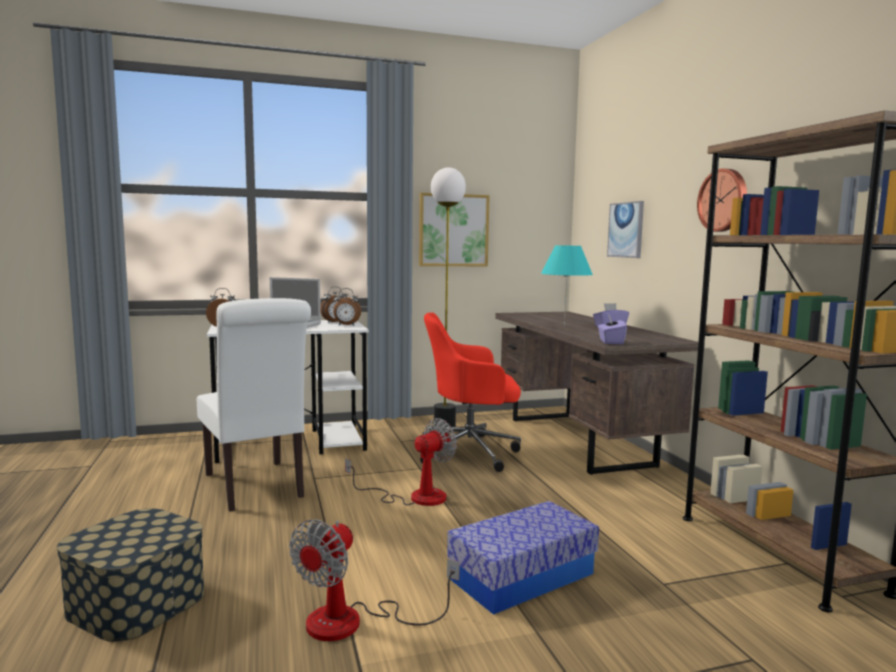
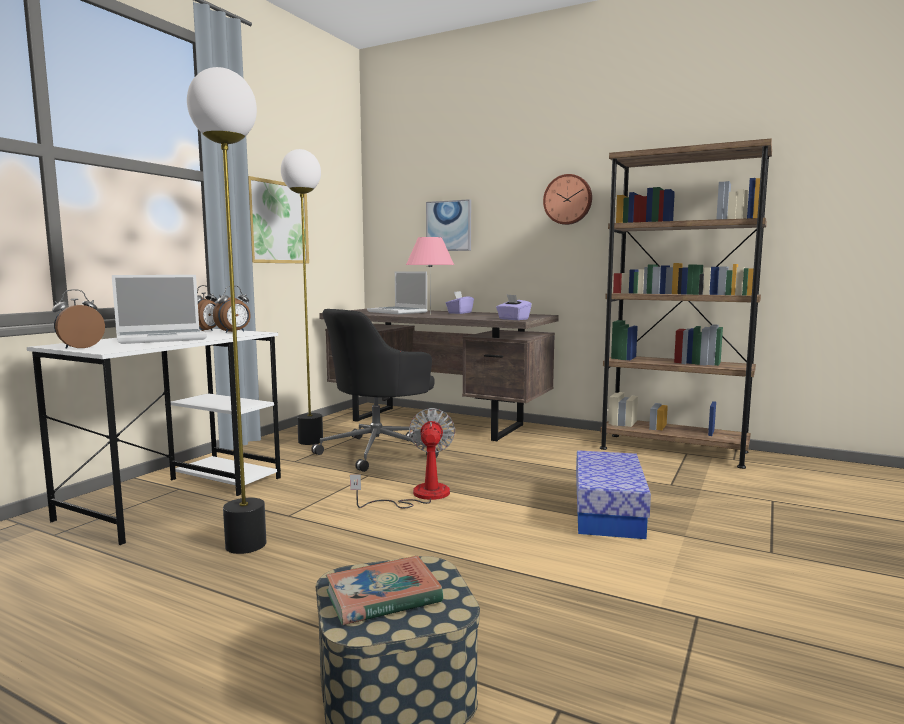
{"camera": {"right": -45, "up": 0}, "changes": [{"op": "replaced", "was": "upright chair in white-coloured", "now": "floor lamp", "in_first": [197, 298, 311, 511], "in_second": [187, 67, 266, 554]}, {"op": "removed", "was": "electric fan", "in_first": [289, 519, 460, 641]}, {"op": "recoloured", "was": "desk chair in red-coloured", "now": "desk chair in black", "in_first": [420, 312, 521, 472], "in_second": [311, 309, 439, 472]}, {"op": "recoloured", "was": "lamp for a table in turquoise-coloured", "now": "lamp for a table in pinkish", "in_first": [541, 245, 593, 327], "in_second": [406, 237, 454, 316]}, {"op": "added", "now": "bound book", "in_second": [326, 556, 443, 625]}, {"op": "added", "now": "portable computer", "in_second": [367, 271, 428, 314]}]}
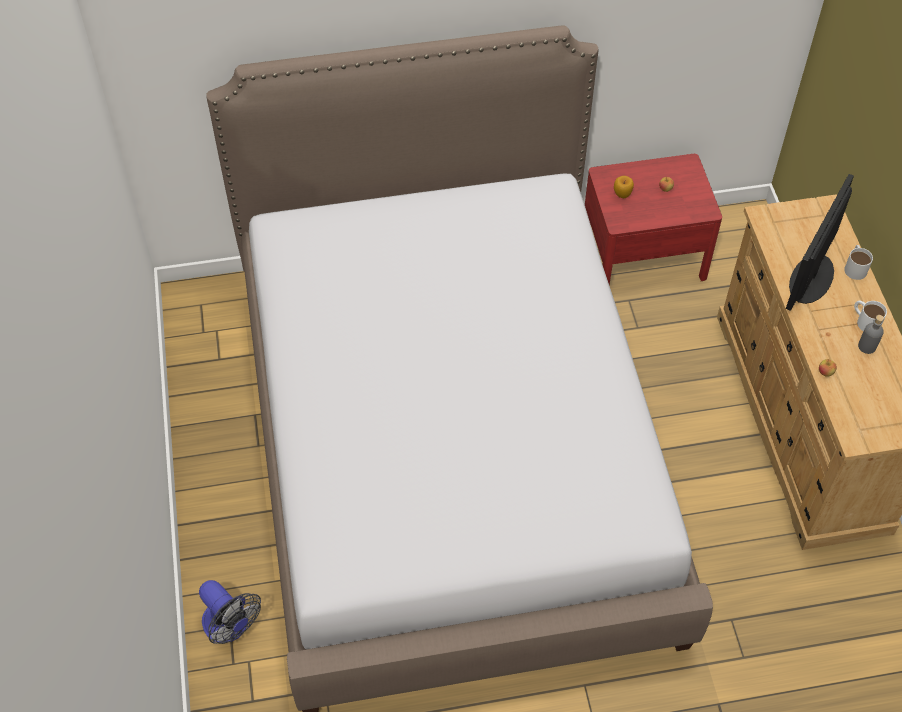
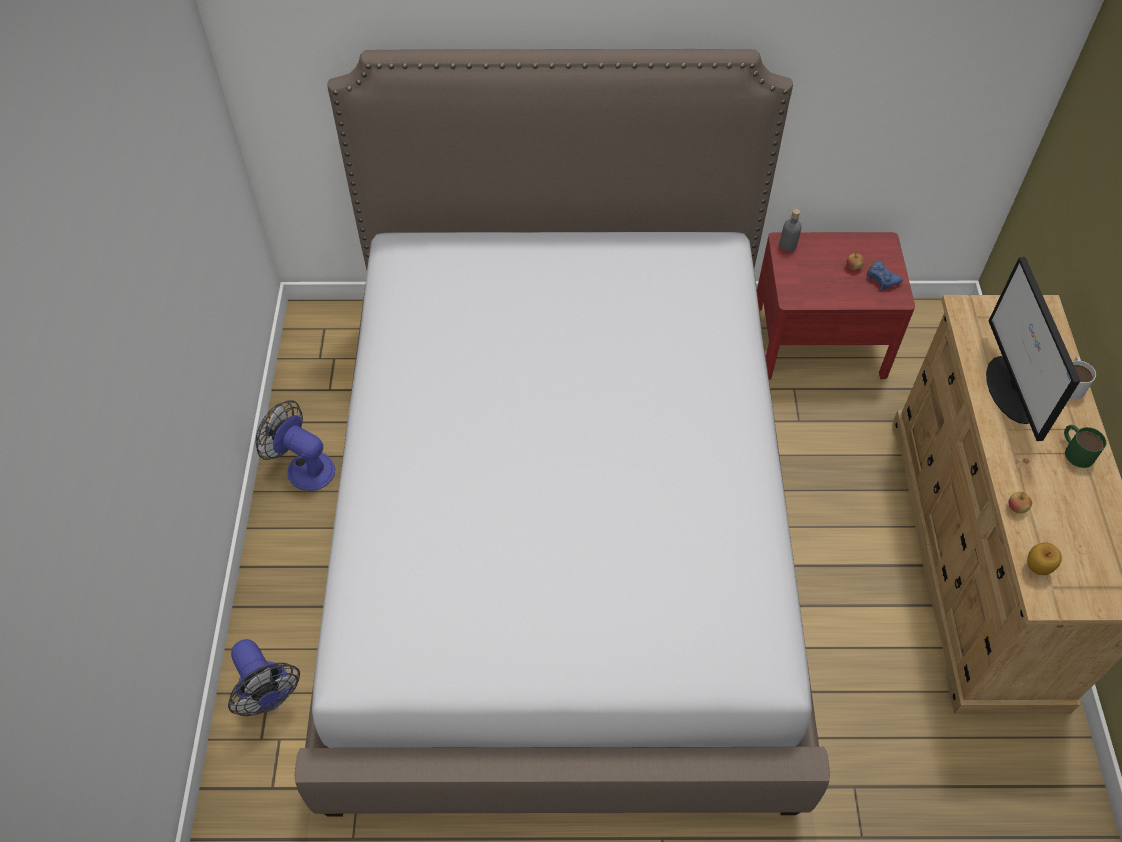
{"camera": {"right": 10, "up": 0}, "changes": [{"op": "moved", "was": "apple", "in_first": [614, 176, 634, 198], "in_second": [1027, 543, 1062, 575]}, {"op": "turned", "was": "monitor", "in_first": [786, 174, 854, 311], "in_second": [986, 257, 1081, 441], "clockwise": -45}, {"op": "recoloured", "was": "mug in white-coloured", "now": "mug in green", "in_first": [854, 300, 887, 331], "in_second": [1064, 425, 1106, 468]}, {"op": "moved", "was": "beverage bottle in greyish", "in_first": [858, 315, 884, 354], "in_second": [779, 209, 802, 252]}, {"op": "added", "now": "electric fan", "in_second": [256, 400, 335, 491]}, {"op": "added", "now": "game controller in blue", "in_second": [867, 261, 903, 290]}]}
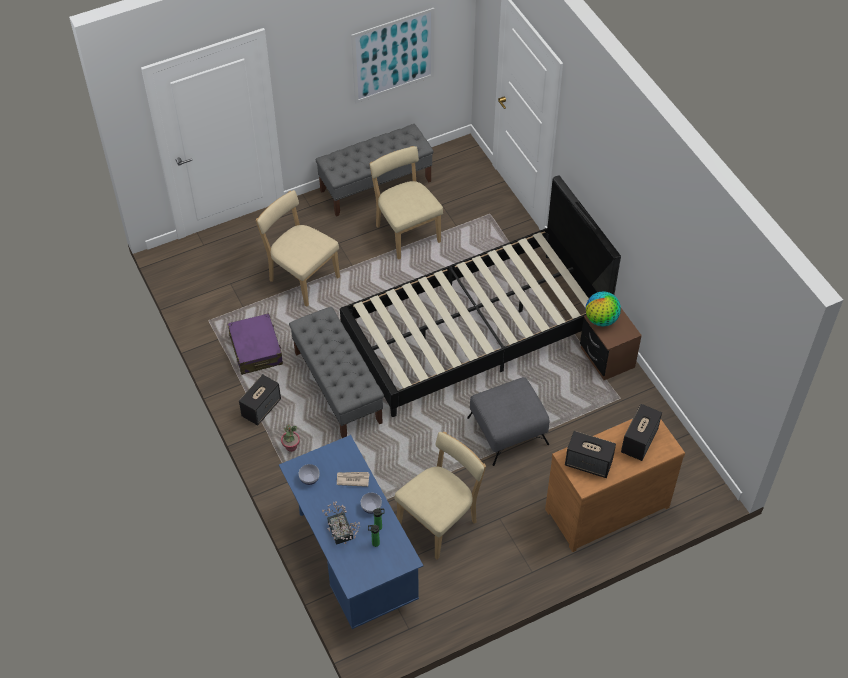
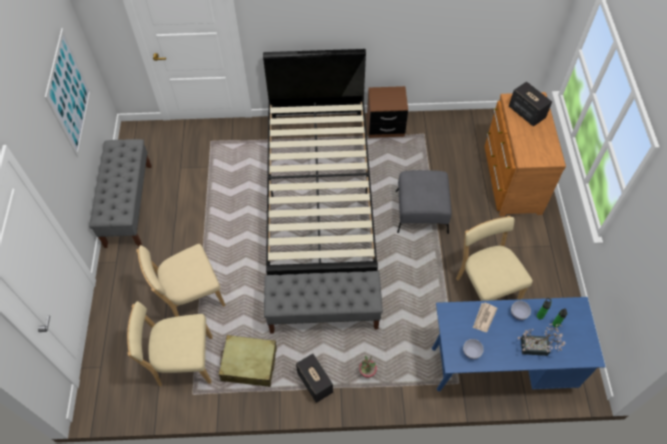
{"camera": {"right": -65, "up": 5}, "changes": [{"op": "recoloured", "was": "travel case in purplish", "now": "travel case in beige", "in_first": [227, 313, 283, 375], "in_second": [219, 335, 277, 387]}, {"op": "moved", "was": "upright chair in beige", "in_first": [369, 146, 443, 260], "in_second": [127, 301, 212, 386]}, {"op": "removed", "was": "loudspeaker", "in_first": [565, 431, 616, 478]}, {"op": "removed", "was": "globe", "in_first": [586, 291, 621, 326]}]}
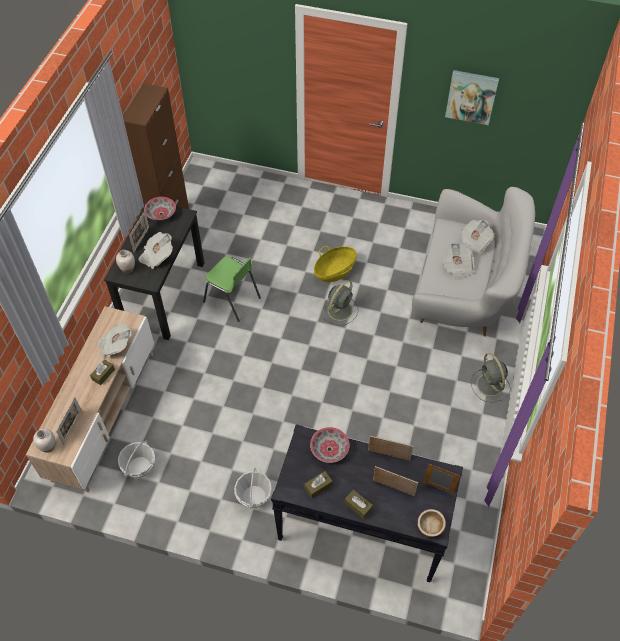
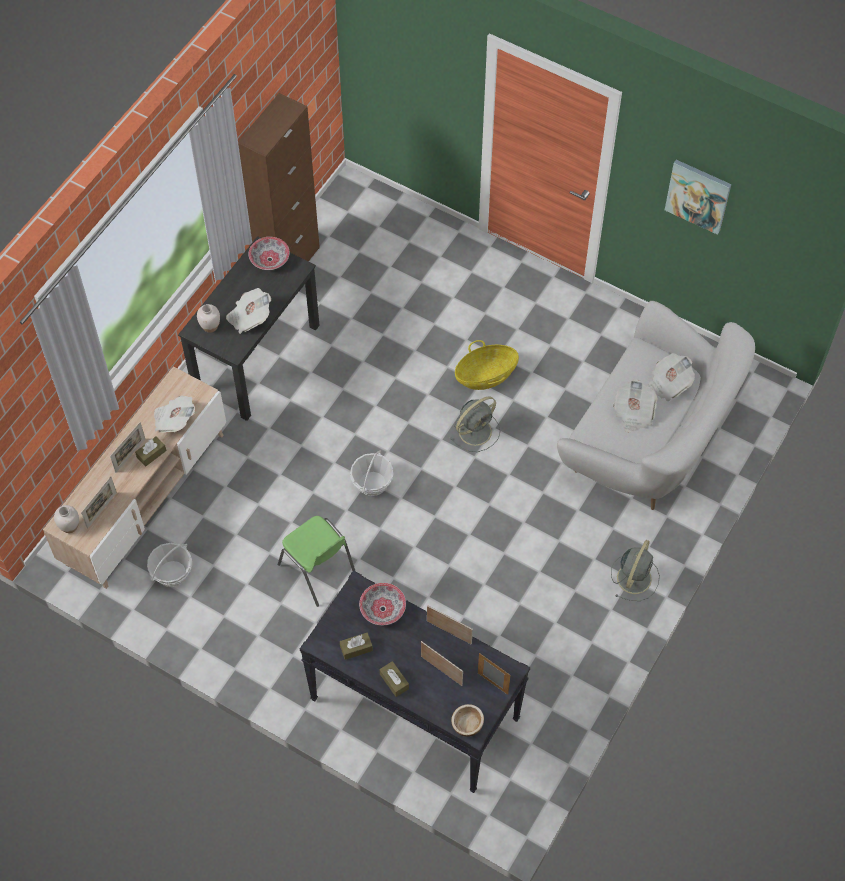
{"camera": {"right": 15, "up": 5}, "changes": [{"op": "moved", "was": "standing frame", "in_first": [129, 211, 149, 252], "in_second": [110, 422, 145, 473]}, {"op": "moved", "was": "upright chair in green", "in_first": [203, 257, 261, 322], "in_second": [278, 516, 355, 607]}, {"op": "moved", "was": "storage basket", "in_first": [234, 468, 272, 509], "in_second": [350, 450, 393, 496]}, {"op": "turned", "was": "electric fan in greyish", "in_first": [471, 353, 511, 403], "in_second": [611, 540, 660, 601], "clockwise": -150}]}
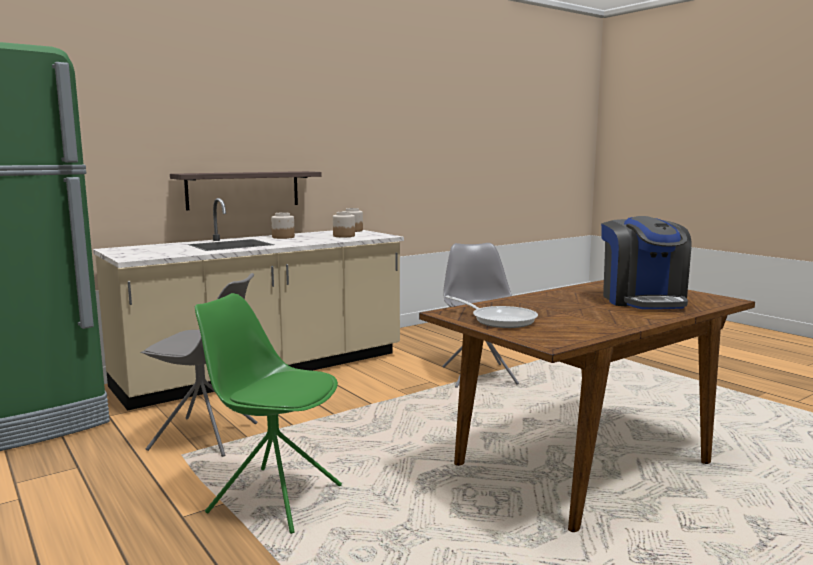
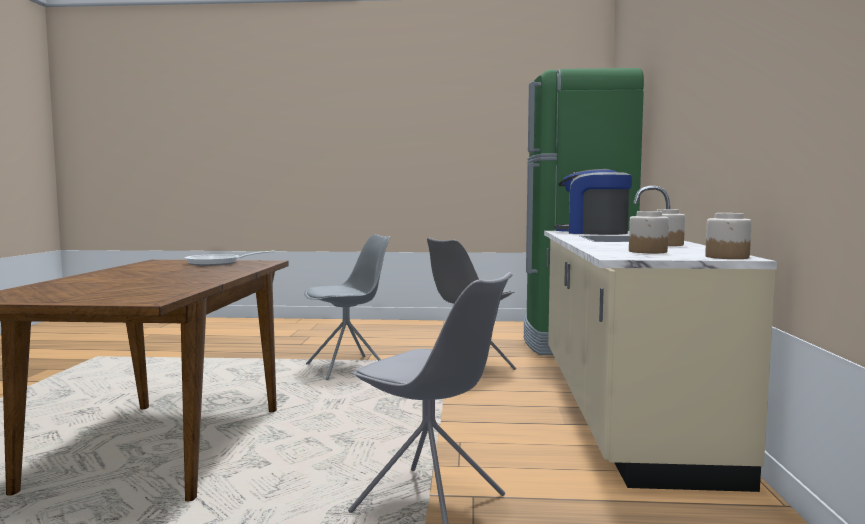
{"camera": {"right": 130, "up": -5}, "changes": [{"op": "removed", "was": "wall shelf", "in_first": [170, 171, 322, 210]}, {"op": "recoloured", "was": "upright chair in green", "now": "upright chair in greyish", "in_first": [195, 293, 342, 534], "in_second": [304, 234, 391, 380]}, {"op": "moved", "was": "coffee brewer", "in_first": [601, 216, 691, 309], "in_second": [554, 169, 632, 235]}]}
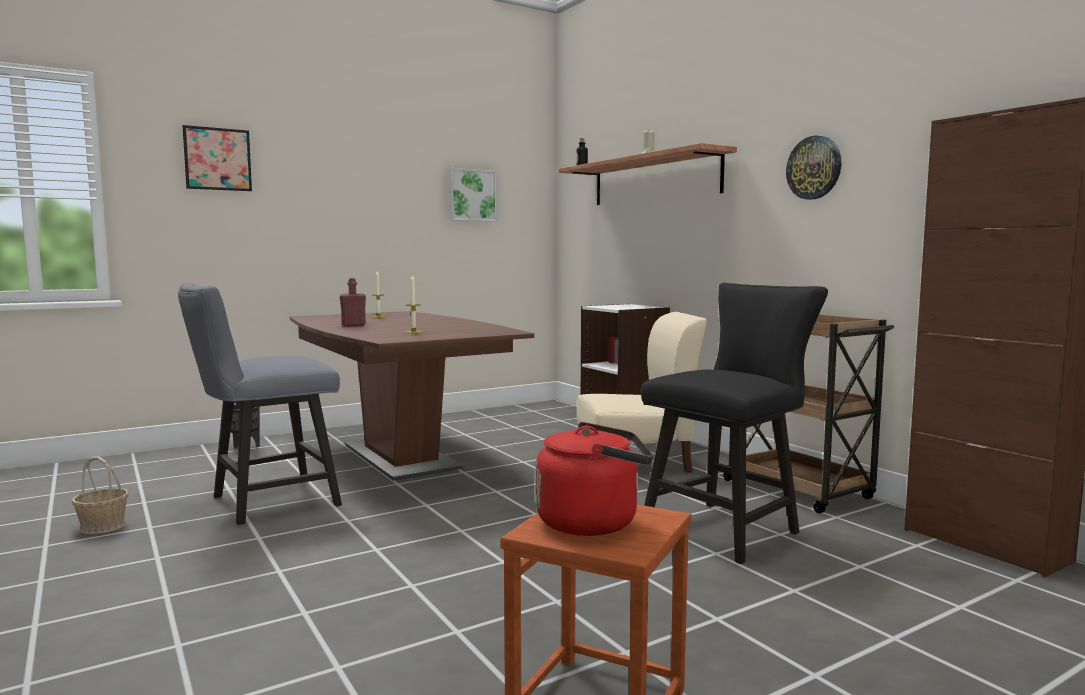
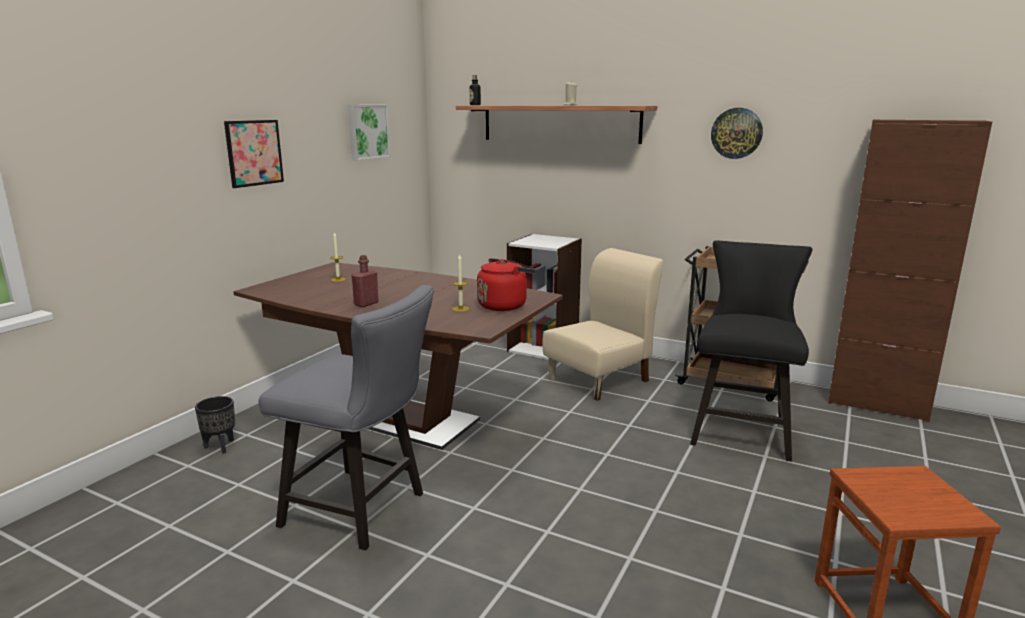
{"camera": {"right": -30, "up": 10}, "changes": [{"op": "removed", "was": "storage basket", "in_first": [72, 457, 129, 534]}, {"op": "turned", "was": "upright chair in greyish", "in_first": [178, 282, 342, 525], "in_second": [259, 285, 434, 550], "clockwise": -90}, {"op": "moved", "was": "picture", "in_first": [183, 125, 252, 191], "in_second": [224, 120, 284, 188]}, {"op": "moved", "was": "tea kettle in red-coloured", "in_first": [535, 422, 653, 536], "in_second": [477, 258, 537, 311]}]}
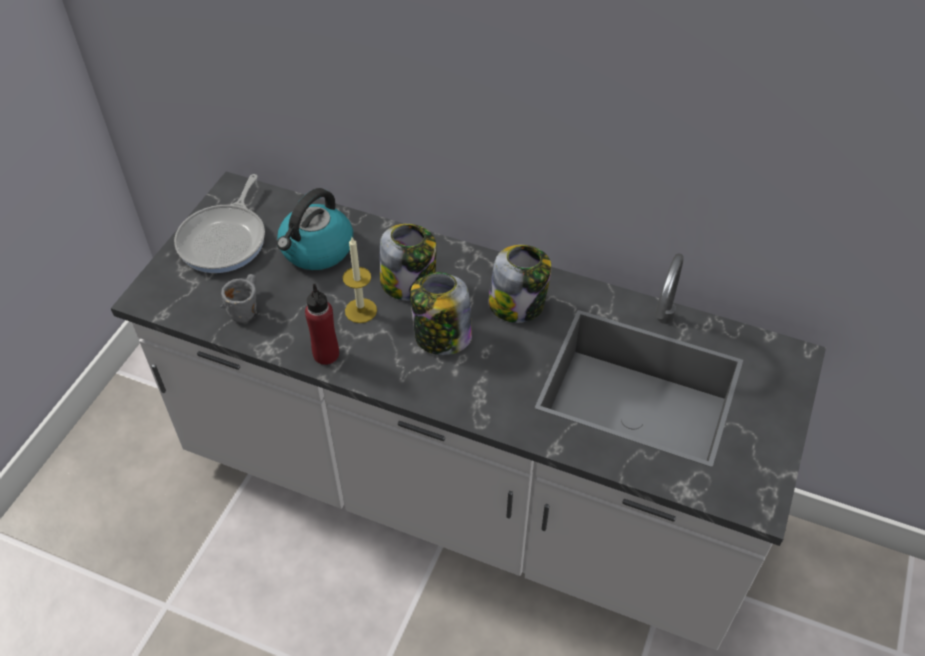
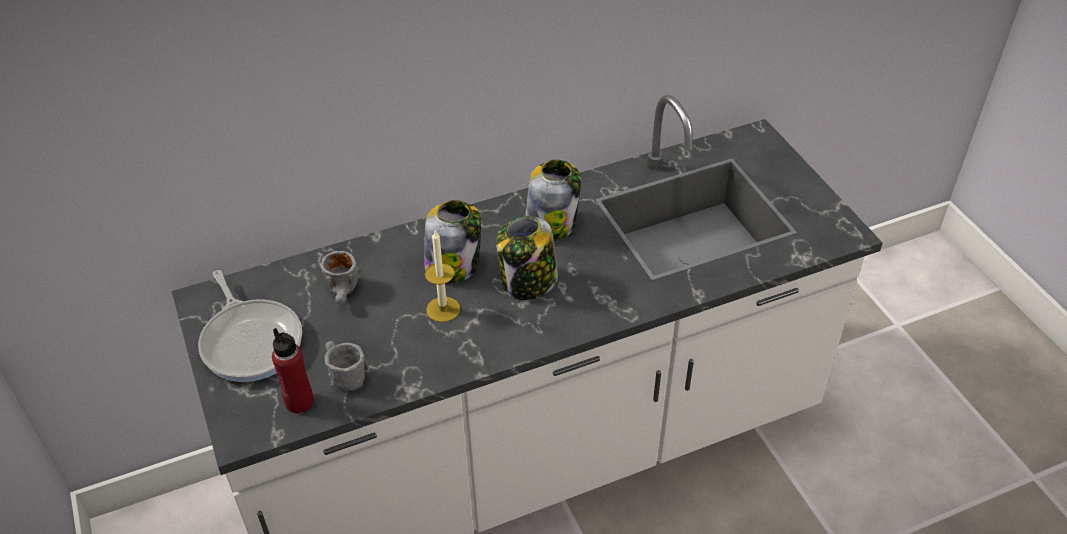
{"camera": {"right": -45, "up": -5}, "changes": [{"op": "replaced", "was": "tea kettle", "now": "mug in greyish", "in_first": [277, 188, 353, 270], "in_second": [320, 251, 361, 304]}, {"op": "moved", "was": "beverage bottle in red-coloured", "in_first": [305, 284, 339, 365], "in_second": [272, 328, 314, 413]}]}
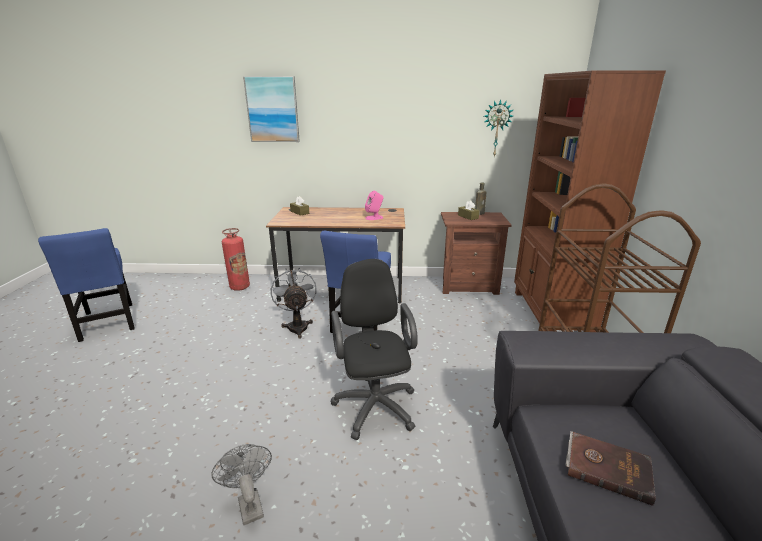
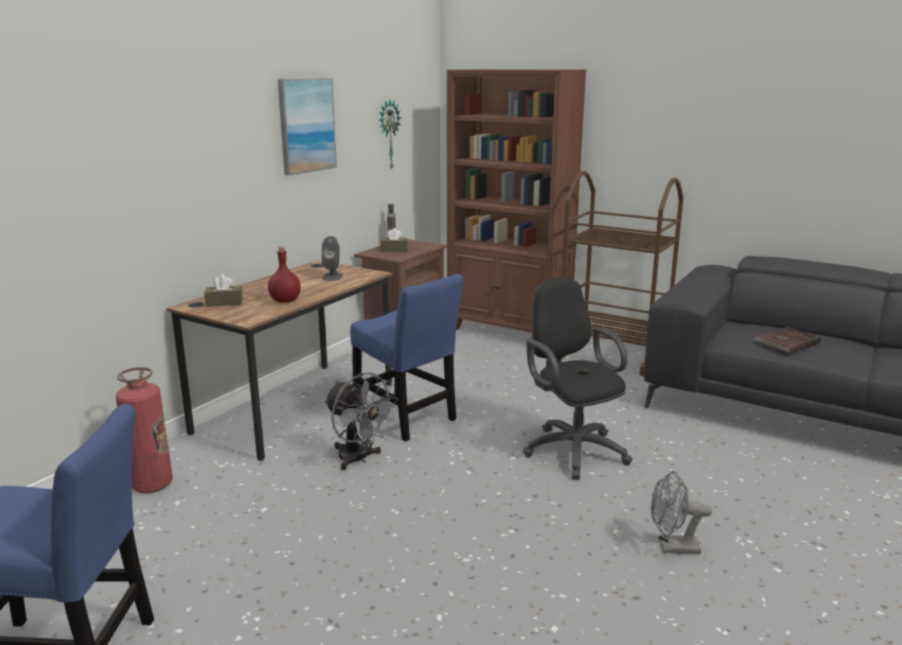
{"camera": {"right": -60, "up": -5}, "changes": [{"op": "moved", "was": "picture", "in_first": [243, 76, 300, 142], "in_second": [278, 78, 337, 176]}, {"op": "turned", "was": "electric fan in greyish", "in_first": [270, 267, 317, 339], "in_second": [324, 373, 398, 470], "clockwise": -150}, {"op": "turned", "was": "desk chair in black", "in_first": [330, 259, 418, 440], "in_second": [523, 277, 632, 480], "clockwise": 45}, {"op": "recoloured", "was": "loudspeaker in pinkish", "now": "loudspeaker in greyish", "in_first": [365, 191, 384, 220], "in_second": [321, 236, 343, 281]}, {"op": "added", "now": "beverage bottle in red-coloured", "in_second": [268, 247, 301, 303]}]}
